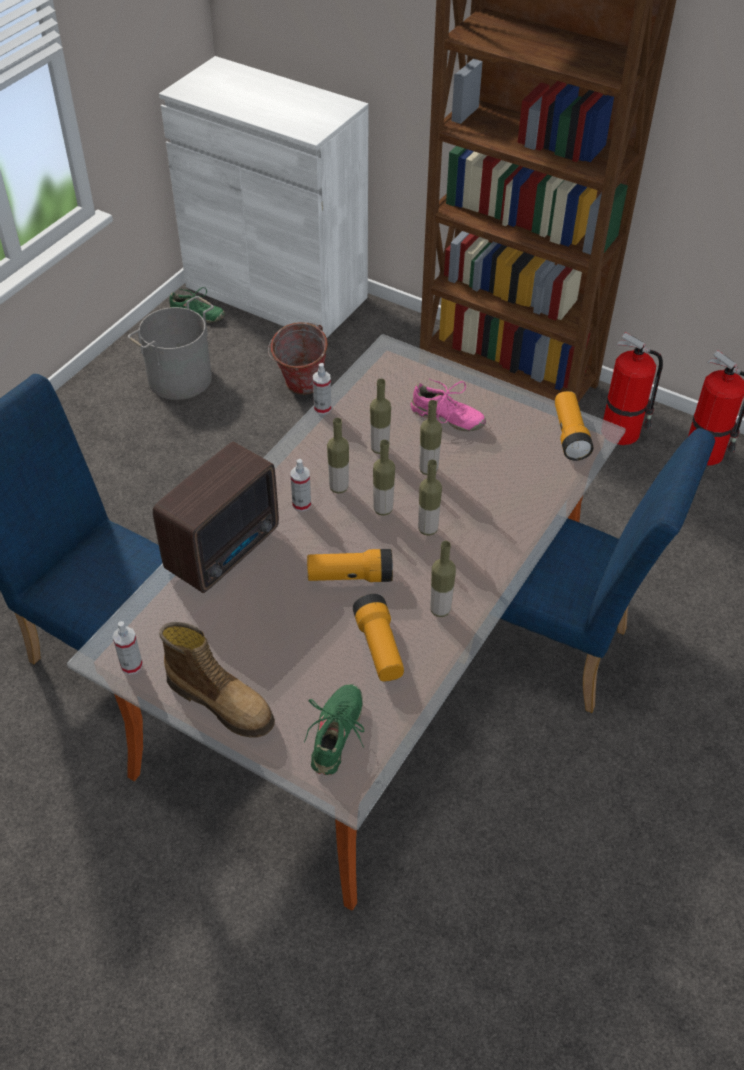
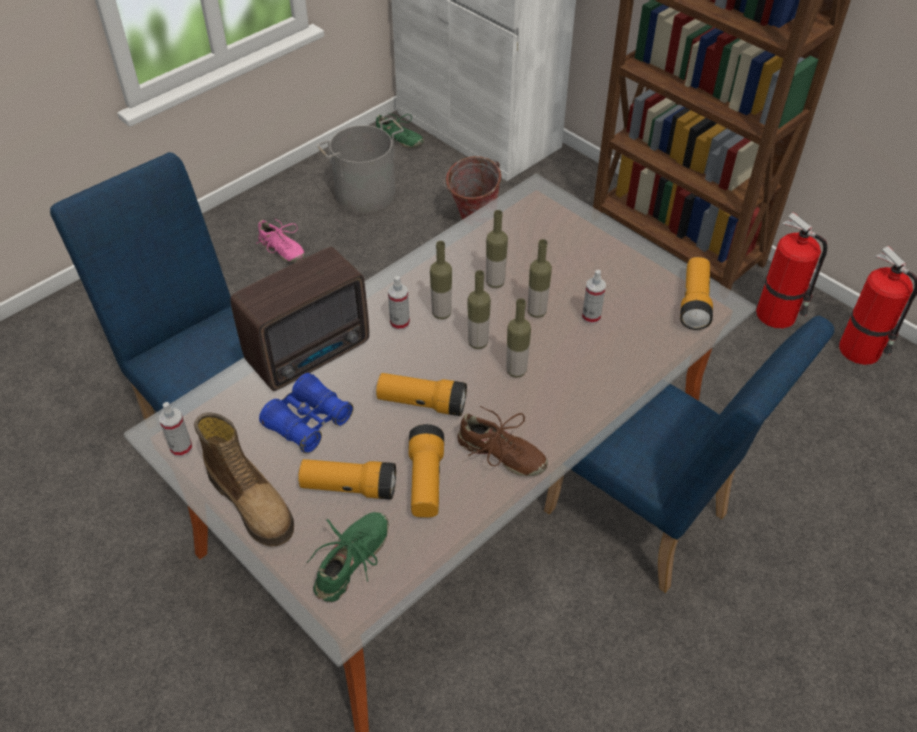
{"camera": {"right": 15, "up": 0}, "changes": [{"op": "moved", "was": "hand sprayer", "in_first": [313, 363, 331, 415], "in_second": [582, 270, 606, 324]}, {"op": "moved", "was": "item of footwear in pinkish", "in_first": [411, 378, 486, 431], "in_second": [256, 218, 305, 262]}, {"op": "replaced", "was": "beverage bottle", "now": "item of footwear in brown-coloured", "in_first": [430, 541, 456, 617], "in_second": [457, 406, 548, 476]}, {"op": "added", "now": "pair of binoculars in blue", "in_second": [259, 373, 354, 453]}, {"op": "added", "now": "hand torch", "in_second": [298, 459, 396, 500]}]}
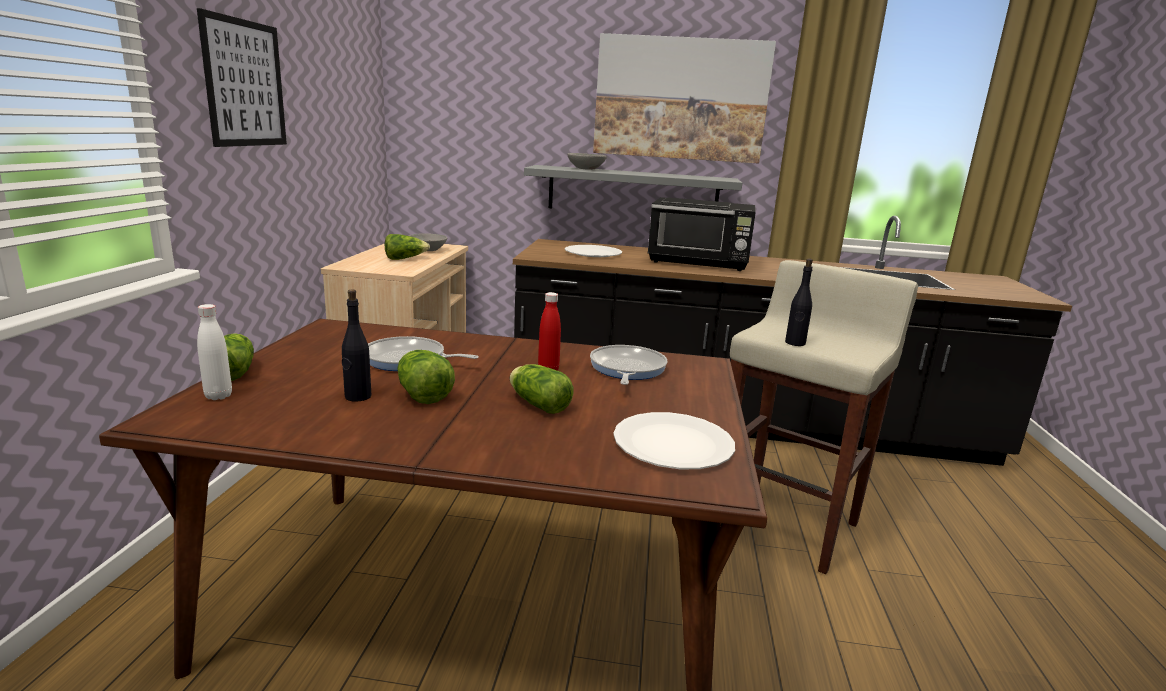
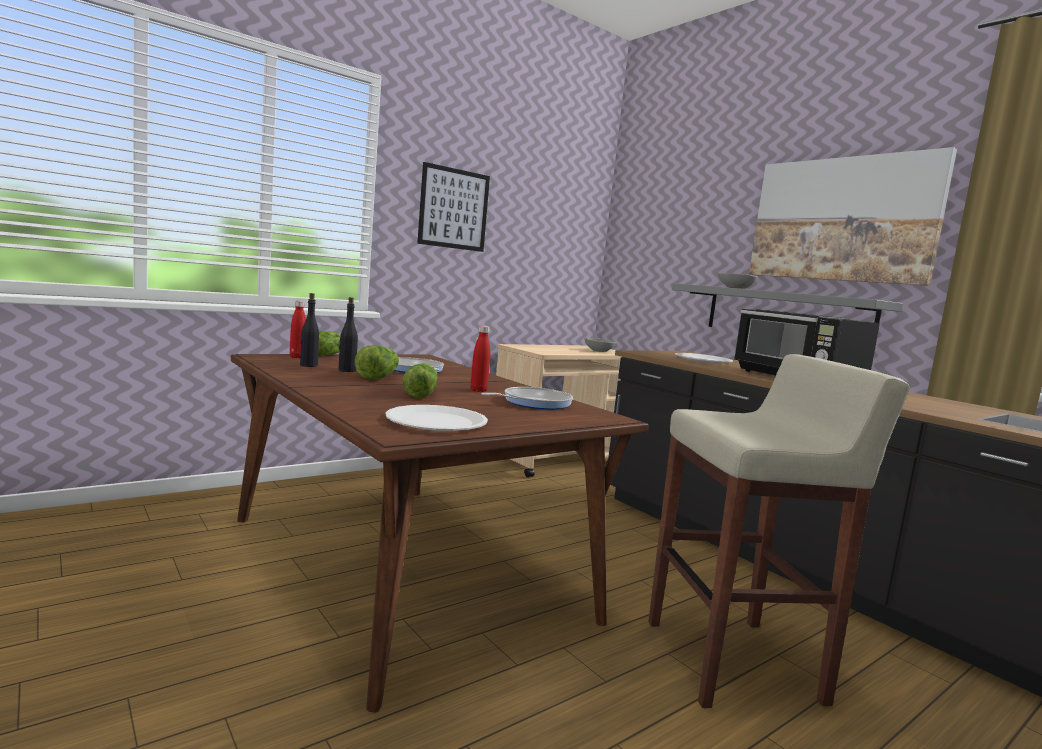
{"camera": {"right": 45, "up": -10}, "changes": [{"op": "recoloured", "was": "beverage bottle in white-coloured", "now": "beverage bottle in red-coloured", "in_first": [197, 304, 232, 400], "in_second": [290, 301, 306, 358]}, {"op": "removed", "was": "head of lettuce", "in_first": [385, 234, 430, 260]}, {"op": "moved", "was": "beverage bottle in black", "in_first": [785, 259, 813, 346], "in_second": [300, 293, 319, 367]}]}
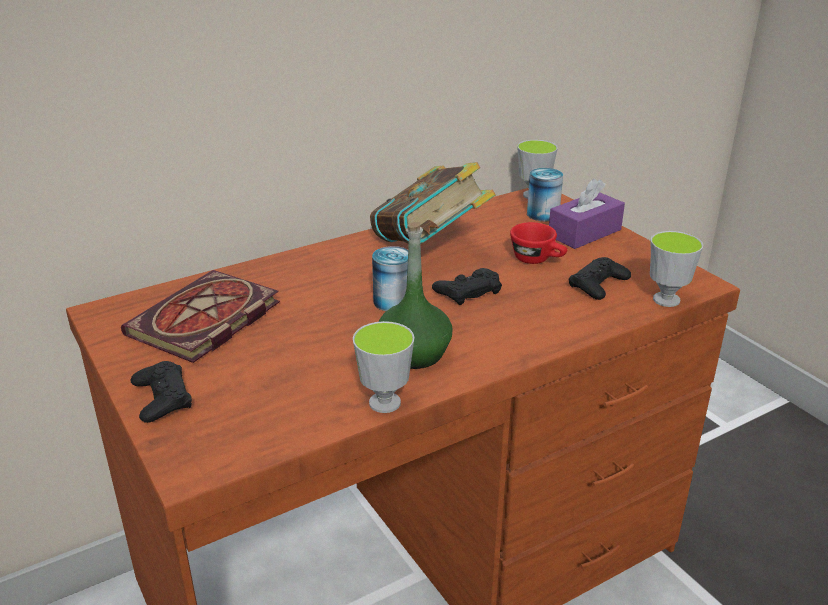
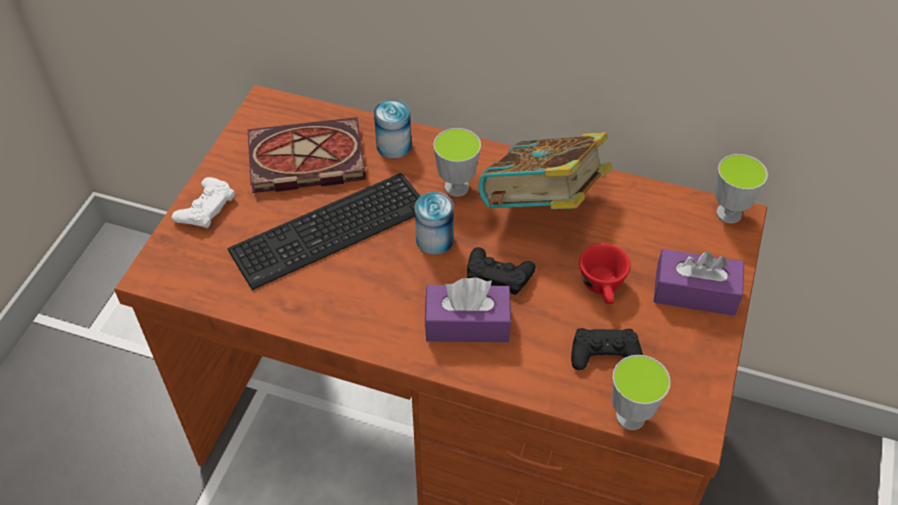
{"camera": {"right": 50, "up": 20}, "changes": [{"op": "recoloured", "was": "game controller in black", "now": "game controller in white-coloured", "in_first": [131, 361, 192, 423], "in_second": [172, 177, 235, 228]}, {"op": "moved", "was": "small cup", "in_first": [353, 321, 414, 413], "in_second": [433, 128, 481, 197]}, {"op": "removed", "was": "beverage bottle in green", "in_first": [378, 222, 452, 369]}, {"op": "moved", "was": "metal can", "in_first": [527, 168, 563, 221], "in_second": [374, 99, 411, 159]}, {"op": "added", "now": "PC keyboard", "in_second": [227, 173, 420, 290]}, {"op": "added", "now": "tissue holder in purplish", "in_second": [425, 277, 511, 342]}]}
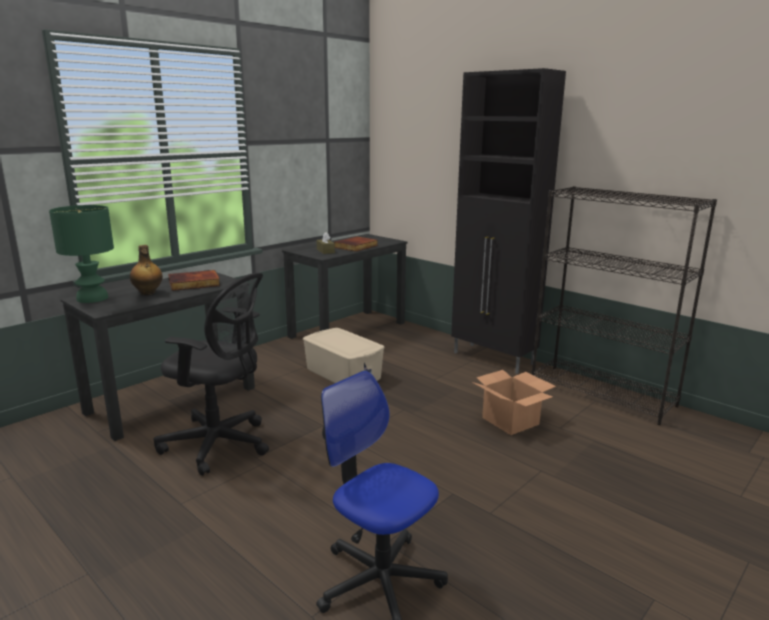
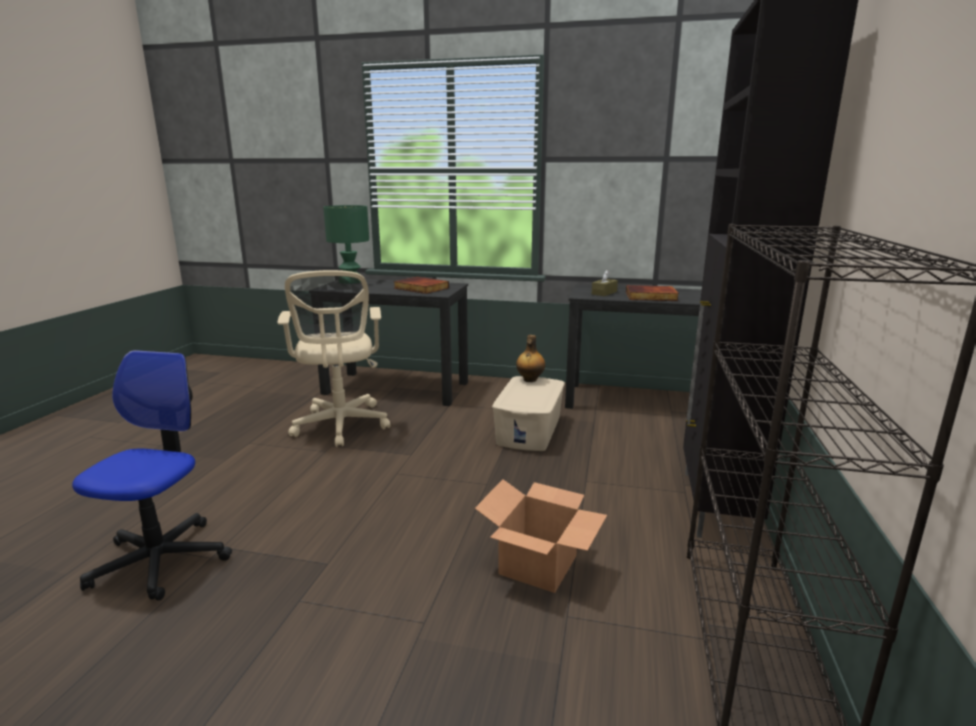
{"camera": {"right": 60, "up": 0}, "changes": [{"op": "moved", "was": "beverage bottle", "in_first": [130, 245, 163, 295], "in_second": [516, 335, 545, 382]}, {"op": "recoloured", "was": "desk chair in black", "now": "desk chair in beige", "in_first": [154, 272, 269, 476], "in_second": [278, 270, 390, 447]}]}
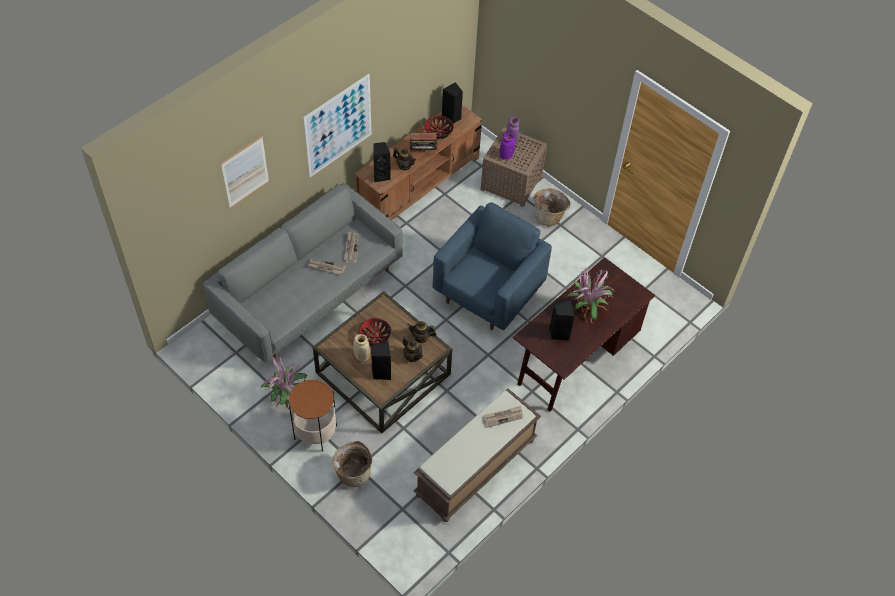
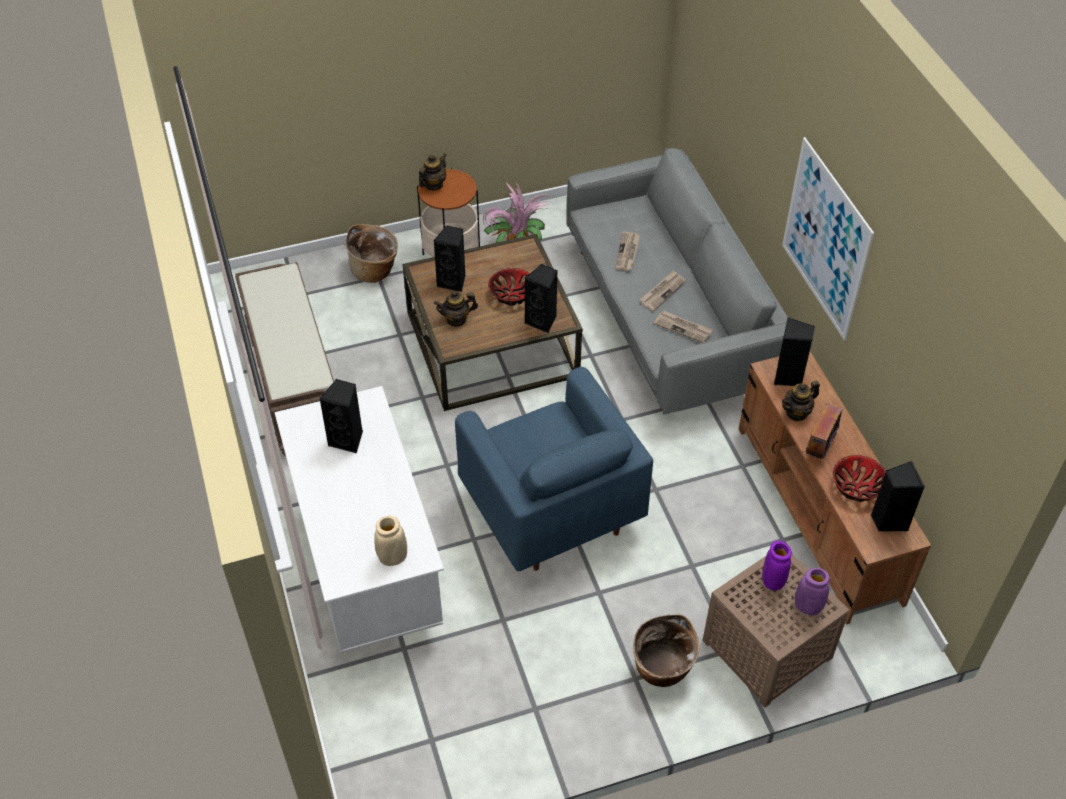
{"camera": {"right": 120, "up": -5}, "changes": [{"op": "removed", "was": "picture", "in_first": [221, 136, 269, 208]}, {"op": "moved", "was": "flower vase in beige", "in_first": [353, 334, 370, 362], "in_second": [374, 516, 407, 566]}, {"op": "moved", "was": "tea pot", "in_first": [407, 321, 436, 343], "in_second": [419, 153, 446, 190]}, {"op": "moved", "was": "daily paper", "in_first": [483, 406, 523, 428], "in_second": [615, 232, 640, 271]}, {"op": "recoloured", "was": "desk unit in brown-coloured", "now": "desk unit in white-coloured", "in_first": [513, 257, 655, 411], "in_second": [274, 386, 444, 653]}, {"op": "removed", "was": "houseplant", "in_first": [567, 266, 613, 327]}, {"op": "added", "now": "loudspeaker in black", "in_second": [525, 264, 557, 334]}]}
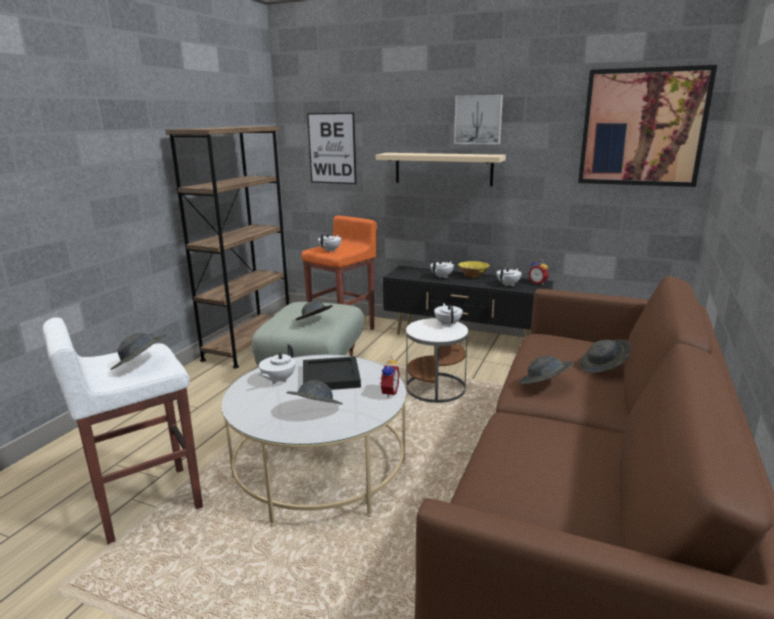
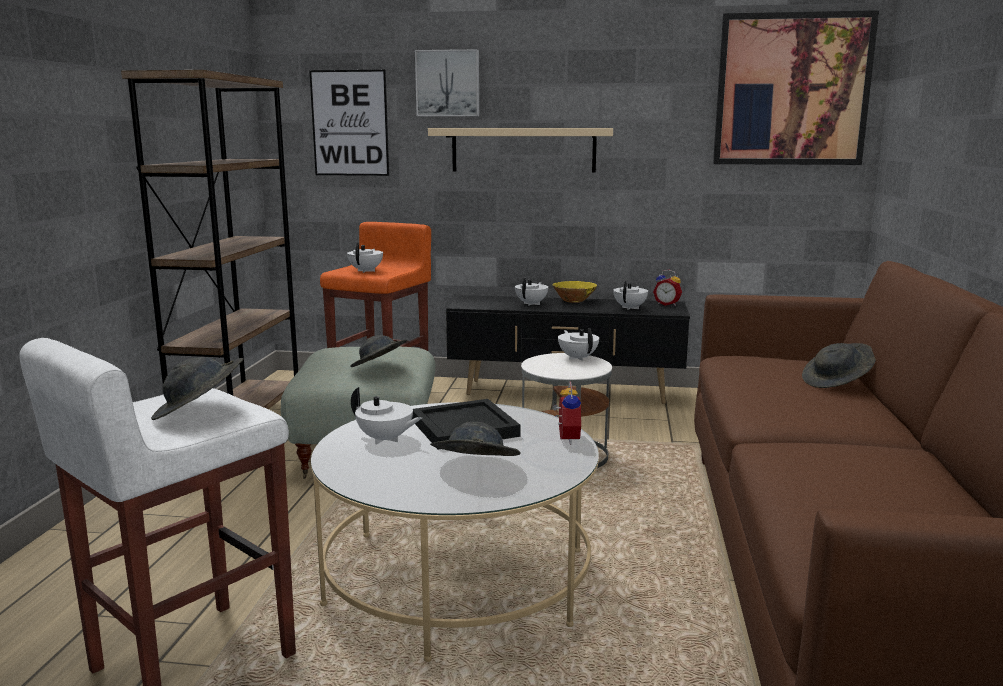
{"camera": {"right": -15, "up": -5}, "changes": [{"op": "turned", "was": "tea pot in white-coloured", "in_first": [259, 344, 296, 384], "in_second": [351, 387, 422, 445], "clockwise": -75}, {"op": "moved", "was": "picture", "in_first": [454, 95, 503, 145], "in_second": [415, 49, 479, 116]}, {"op": "removed", "was": "wearable hat in greyish", "in_first": [519, 356, 574, 385]}]}
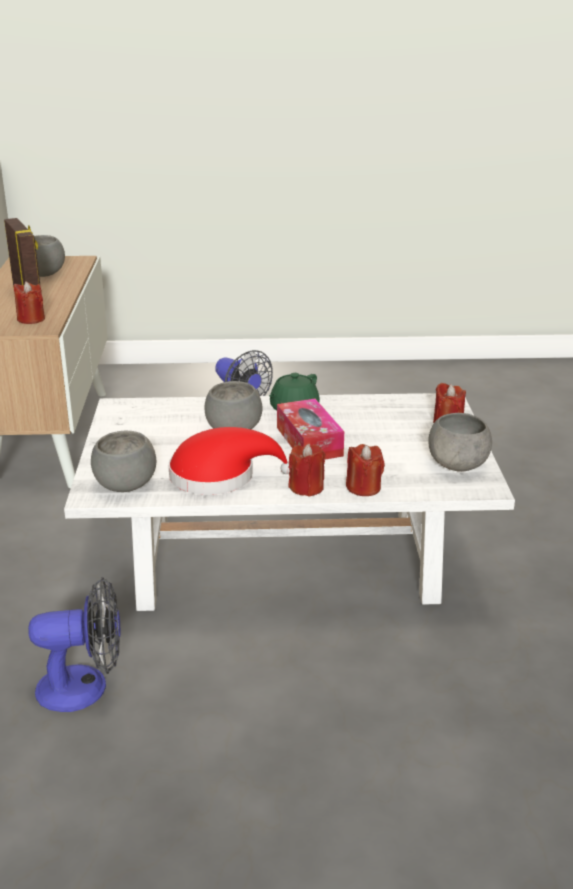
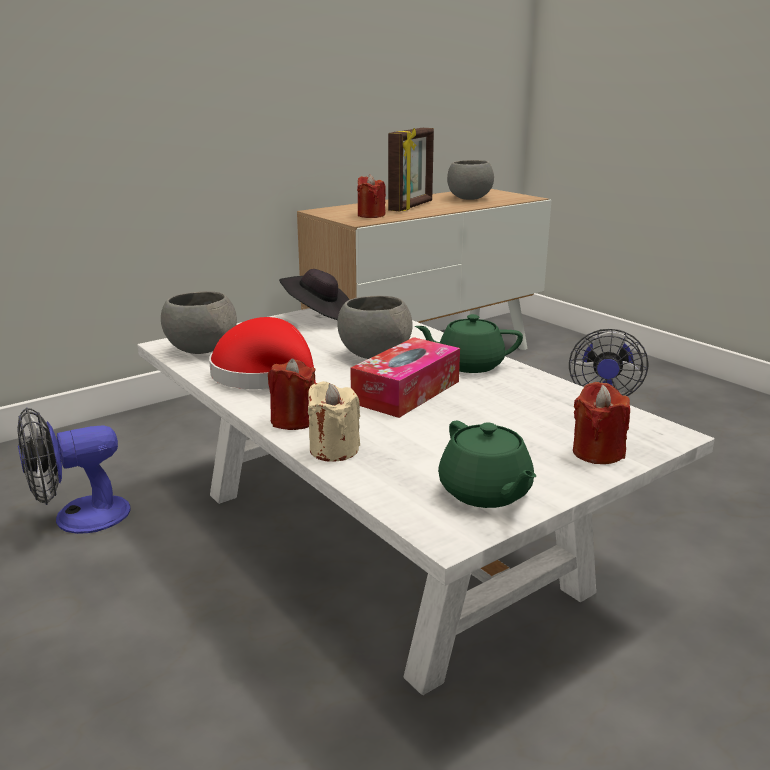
{"camera": {"right": 55, "up": -5}, "changes": [{"op": "turned", "was": "electric fan", "in_first": [28, 577, 121, 712], "in_second": [17, 408, 131, 534], "clockwise": 105}, {"op": "recoloured", "was": "candle in red-coloured", "now": "candle in beige", "in_first": [346, 444, 385, 496], "in_second": [308, 381, 360, 461]}, {"op": "replaced", "was": "serving bowl in greyish", "now": "tea pot in green", "in_first": [428, 413, 492, 471], "in_second": [438, 421, 536, 508]}, {"op": "added", "now": "wearable hat in black", "in_second": [279, 269, 349, 320]}]}
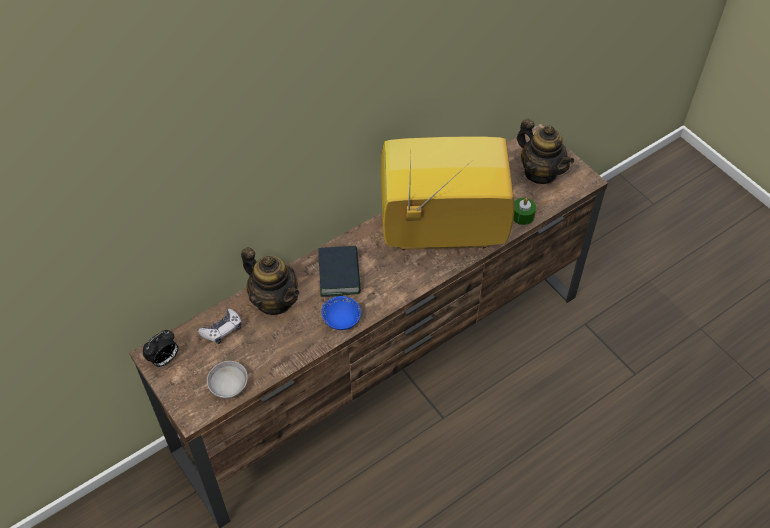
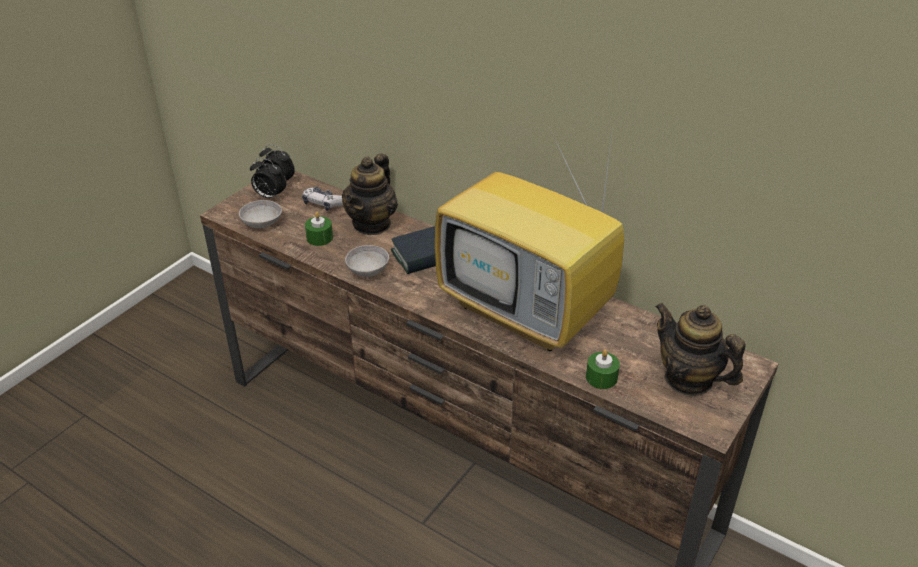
{"camera": {"right": 70, "up": -15}, "changes": [{"op": "recoloured", "was": "serving bowl in blue", "now": "serving bowl in greyish", "in_first": [321, 296, 361, 330], "in_second": [345, 245, 389, 277]}, {"op": "turned", "was": "TV", "in_first": [381, 136, 515, 250], "in_second": [435, 123, 624, 351], "clockwise": 150}, {"op": "turned", "was": "tea pot", "in_first": [517, 119, 574, 184], "in_second": [655, 303, 746, 396], "clockwise": 105}, {"op": "added", "now": "bedside clock", "in_second": [250, 158, 286, 200]}, {"op": "added", "now": "candle in green", "in_second": [305, 212, 333, 246]}]}
